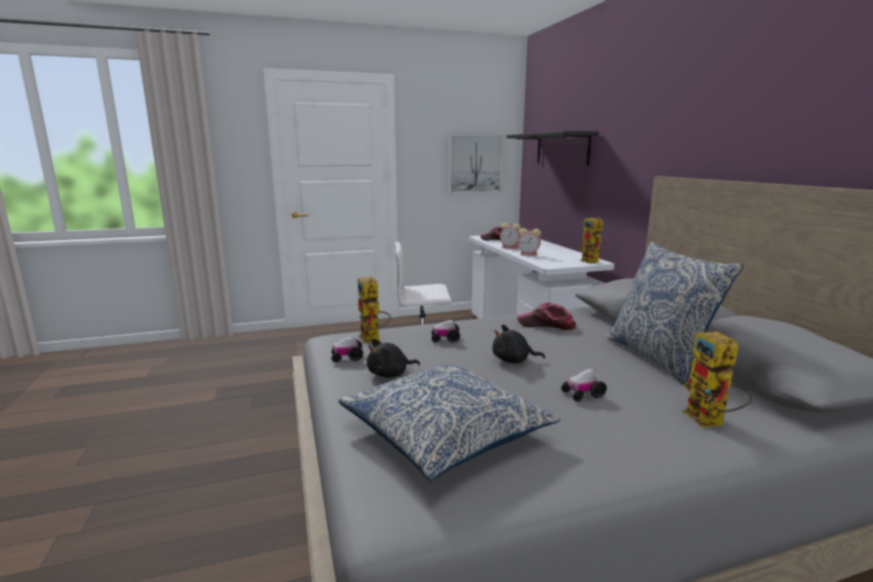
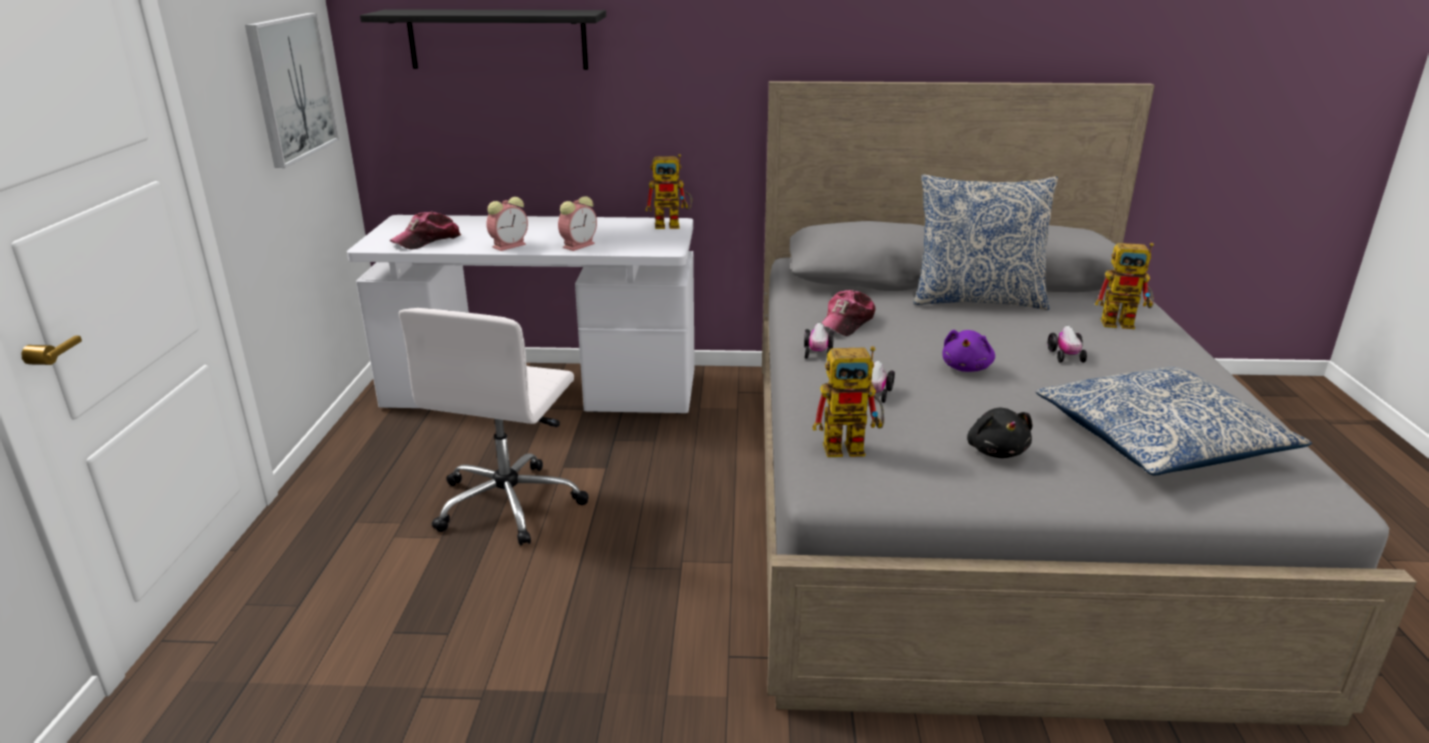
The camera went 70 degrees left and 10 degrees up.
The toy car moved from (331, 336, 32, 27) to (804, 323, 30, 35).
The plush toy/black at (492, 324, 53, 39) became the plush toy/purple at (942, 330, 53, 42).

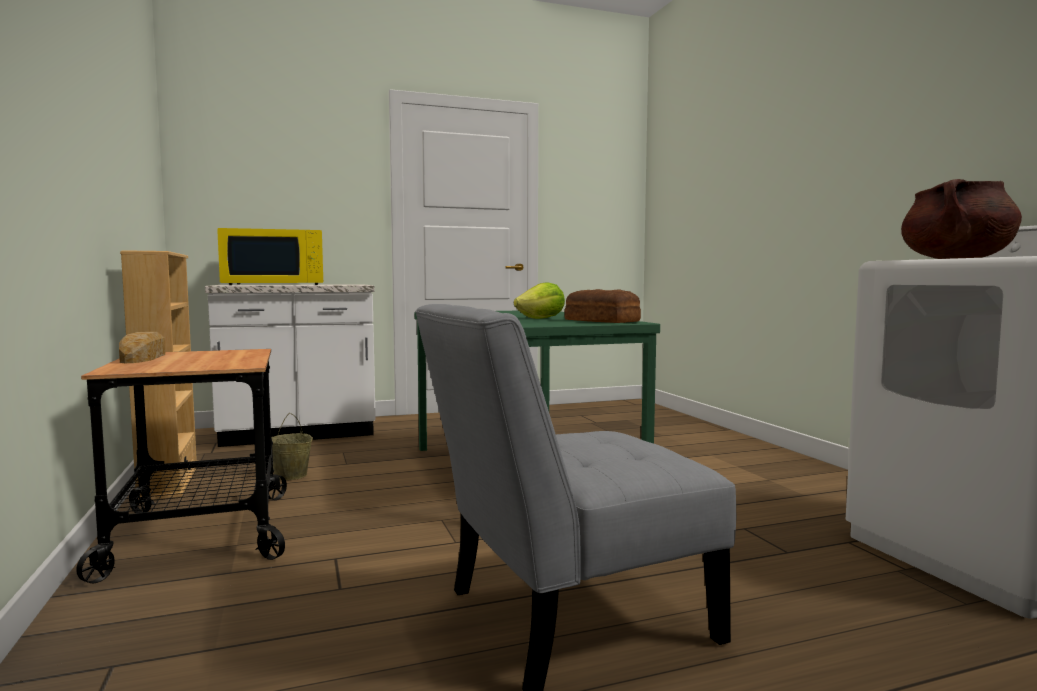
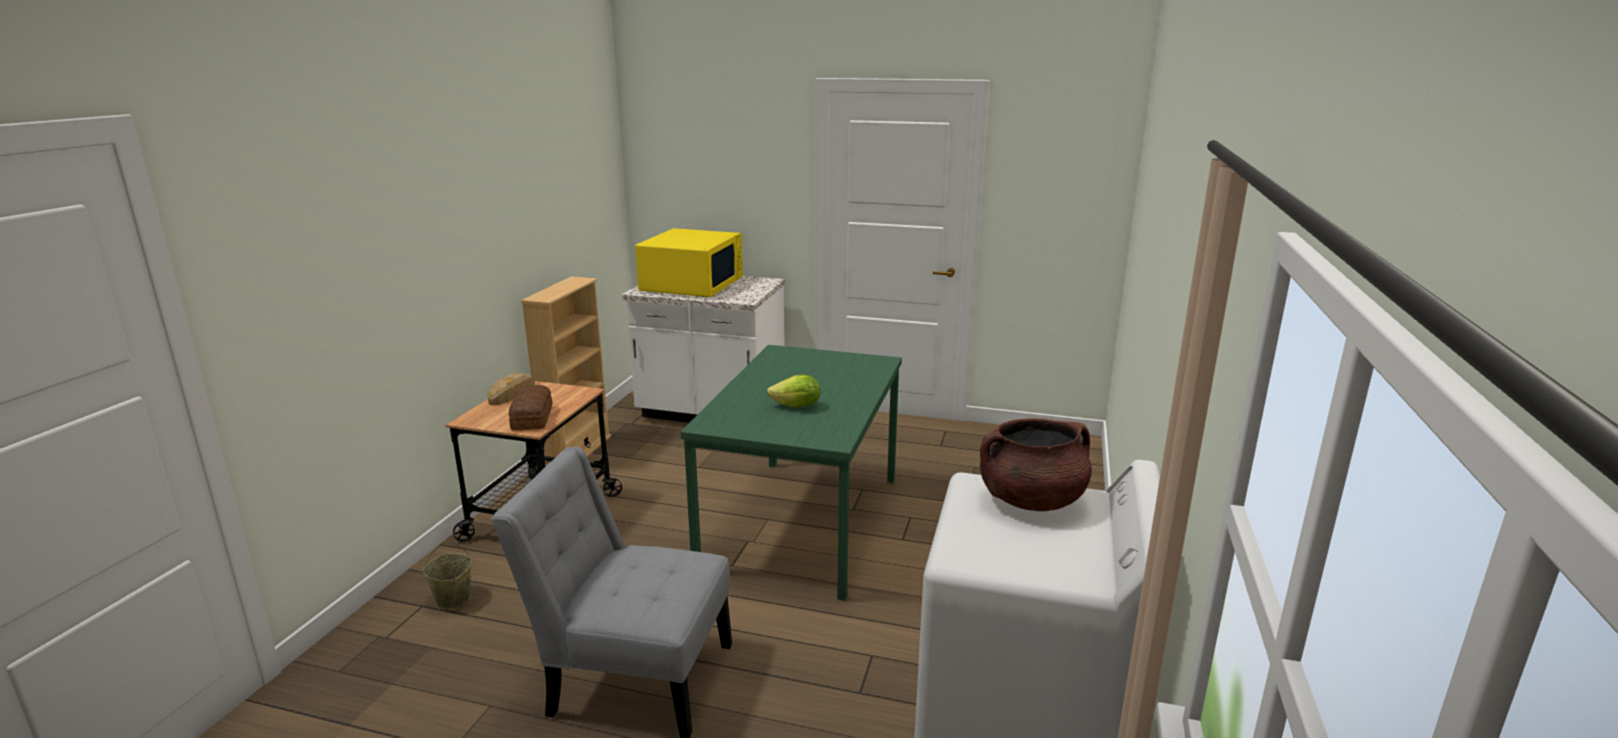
The camera went 35 degrees right and 15 degrees up.
The bucket/beige moved from (271, 413, 42, 67) to (423, 542, 49, 68).
The bread moved from (564, 289, 77, 34) to (509, 385, 44, 45).
The microwave/yellow at (217, 228, 106, 57) turned 90 degrees counterclockwise.

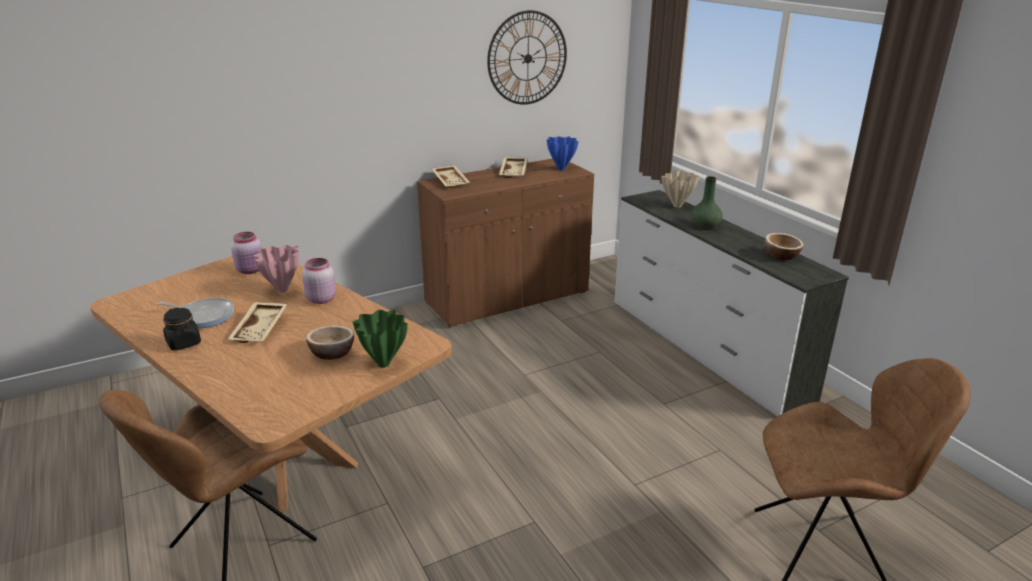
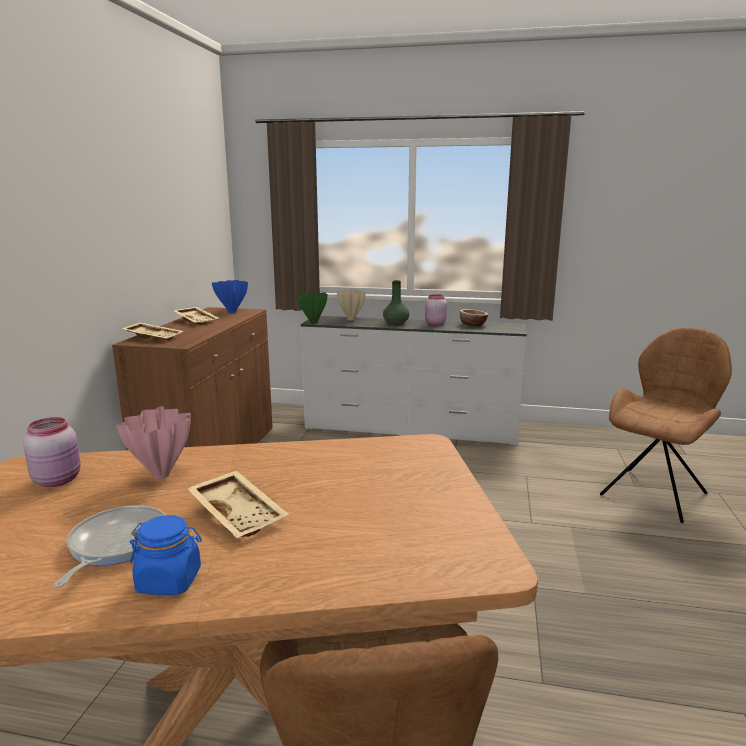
The camera went 50 degrees left and 10 degrees down.
The bowl at (306, 325, 48, 35) disappeared.
The wall clock at (487, 10, 80, 95) disappeared.
The jar/pink moved from (302, 258, 34, 46) to (425, 294, 22, 31).
The vase/green moved from (353, 310, 55, 58) to (297, 292, 31, 31).
The jar/black at (163, 307, 38, 43) became the jar/blue at (130, 515, 72, 80).
The frying pan at (157, 298, 77, 30) turned 45 degrees counterclockwise.

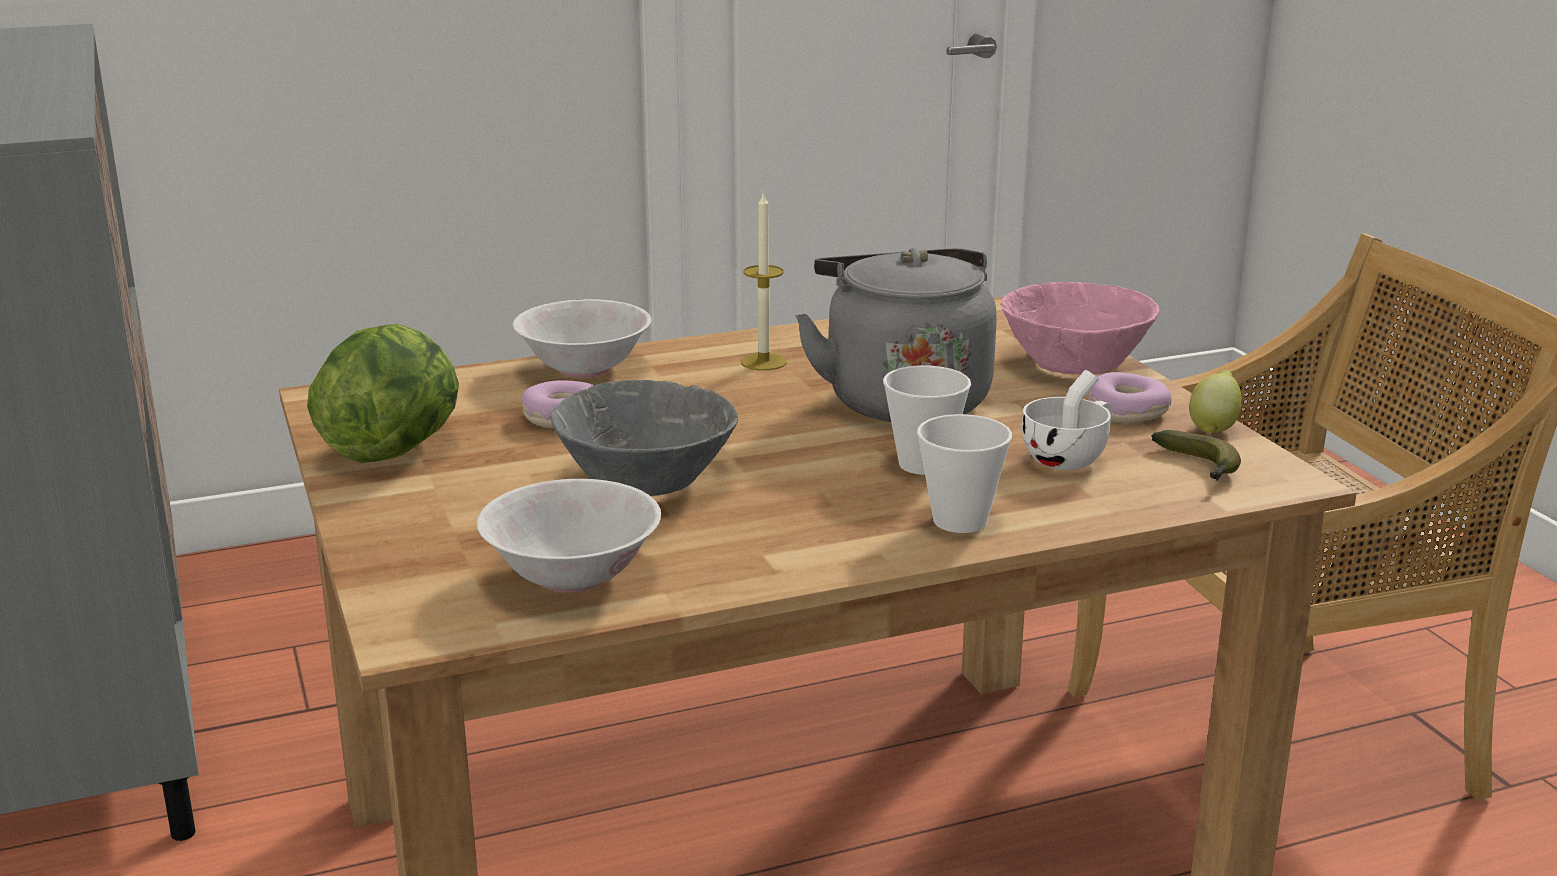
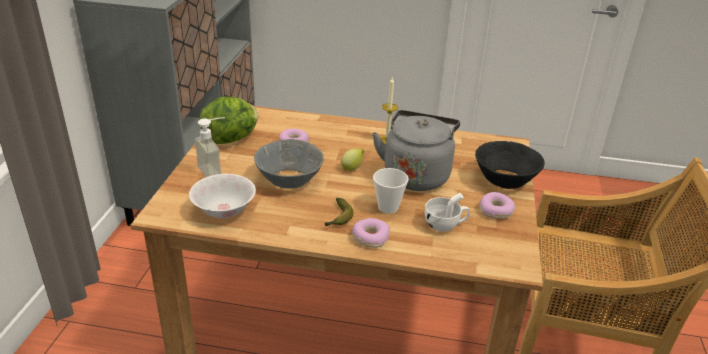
The camera went 30 degrees right and 10 degrees up.
The bowl/white at (513, 299, 138, 79) disappeared.
The soap dispenser at (194, 117, 31, 60) appeared.
The banana moved from (1151, 430, 90, 51) to (325, 198, 28, 28).
The lemon moved from (1189, 370, 53, 65) to (341, 148, 23, 23).
The cup at (917, 414, 95, 119) was replaced by the donut at (352, 218, 38, 30).
The bowl/pink at (1000, 282, 159, 92) became the bowl/black at (475, 141, 70, 48).

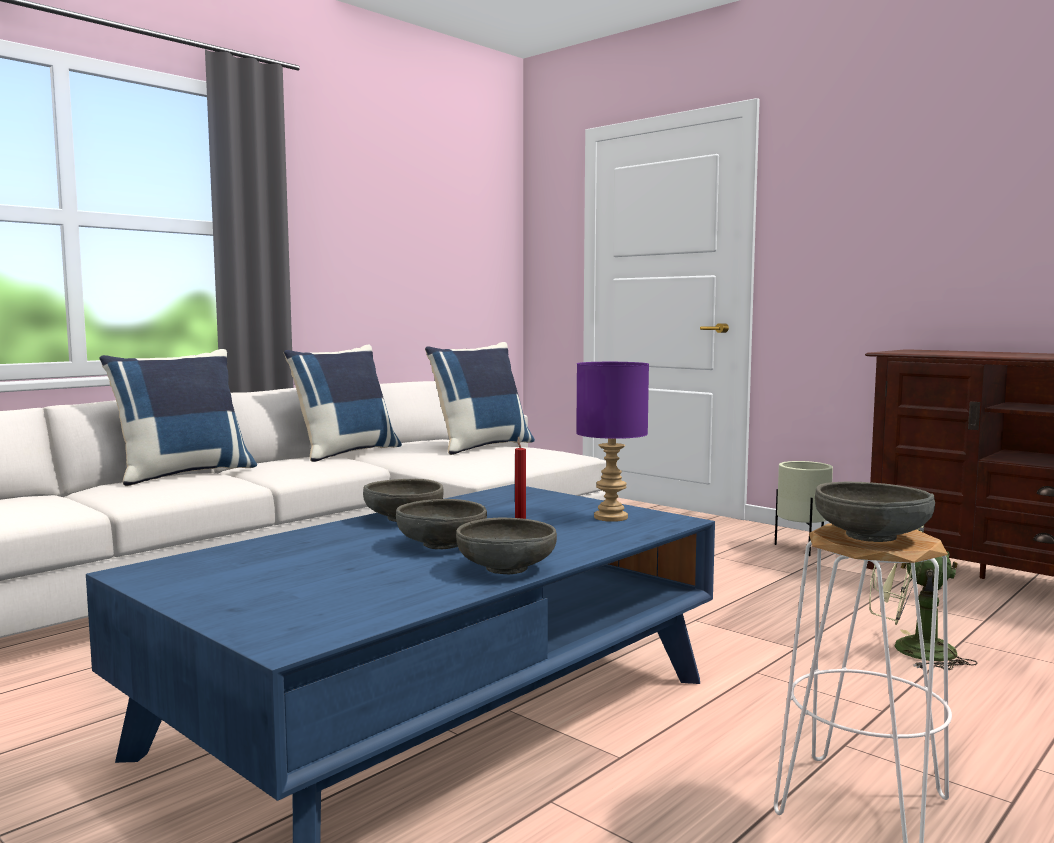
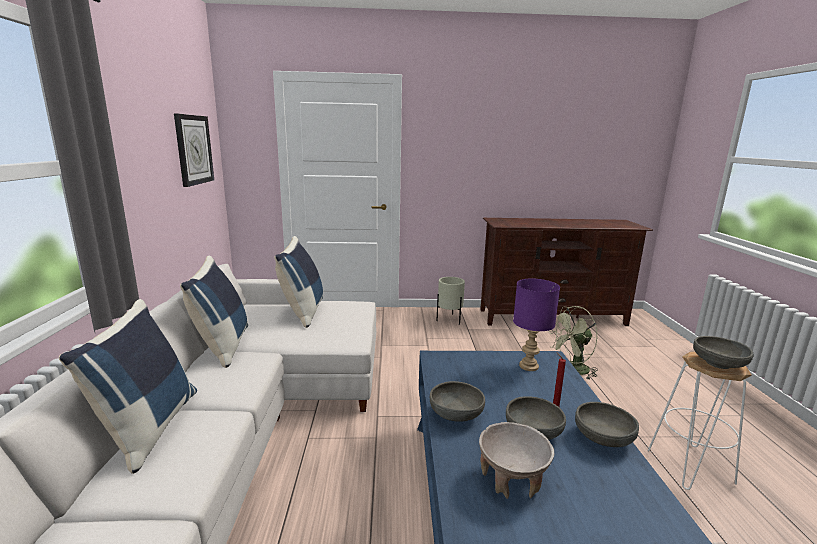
The camera went 45 degrees left and 10 degrees up.
The wall clock at (174, 113, 40, 74) appeared.
The bowl/beige at (479, 422, 75, 77) appeared.

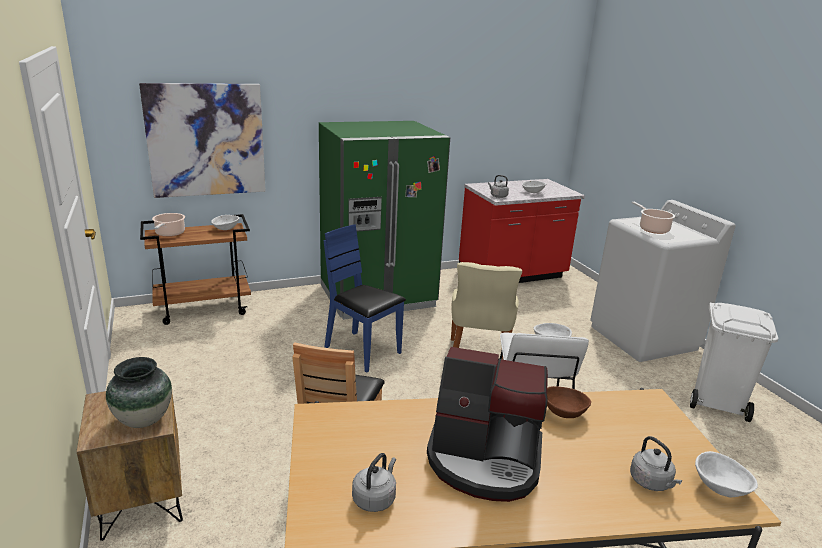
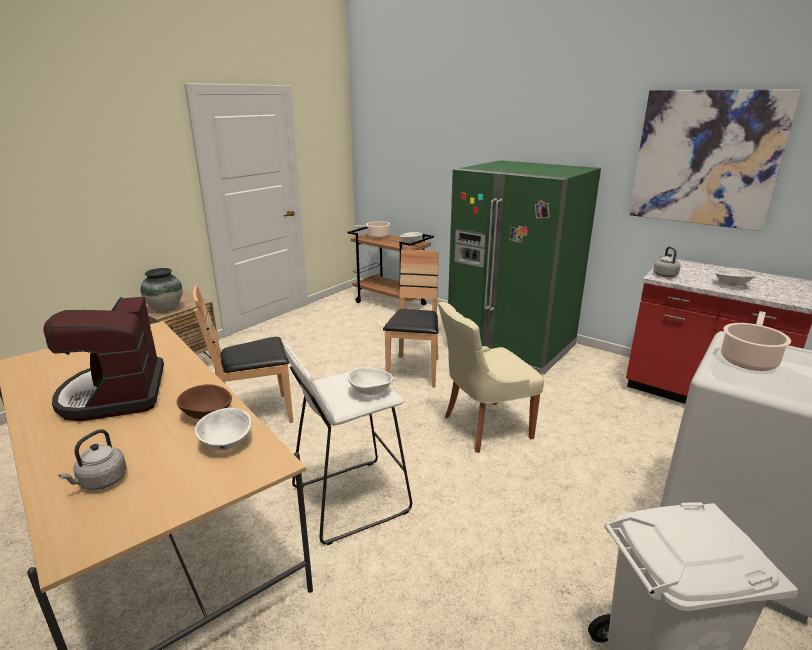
The camera went 60 degrees right and 0 degrees up.
The kettle/grey at (352, 453, 44, 59) disappeared.
The picture moved from (139, 83, 127, 115) to (628, 89, 173, 142).
The bowl/white moved from (695, 451, 63, 46) to (195, 408, 57, 42).
The chair/blue at (324, 224, 82, 148) became the chair/brown at (383, 250, 56, 138).

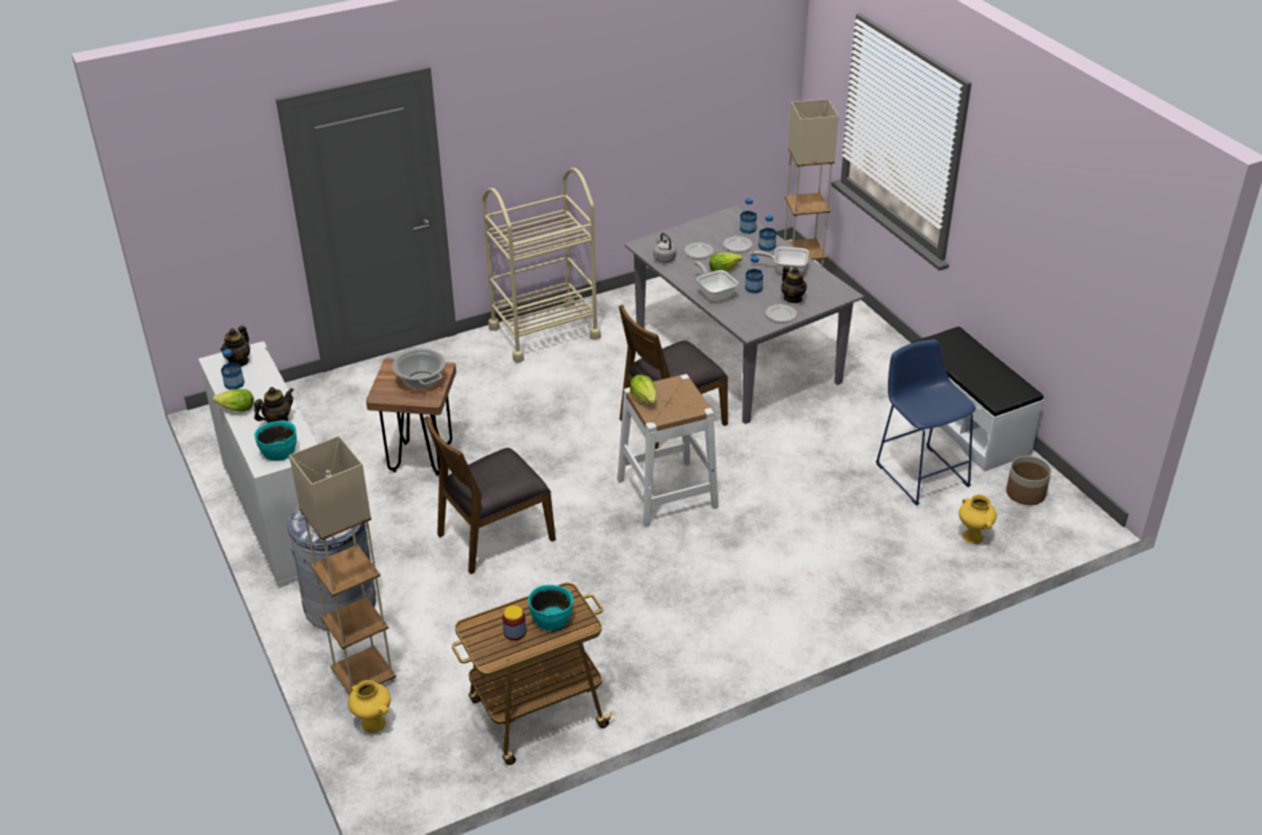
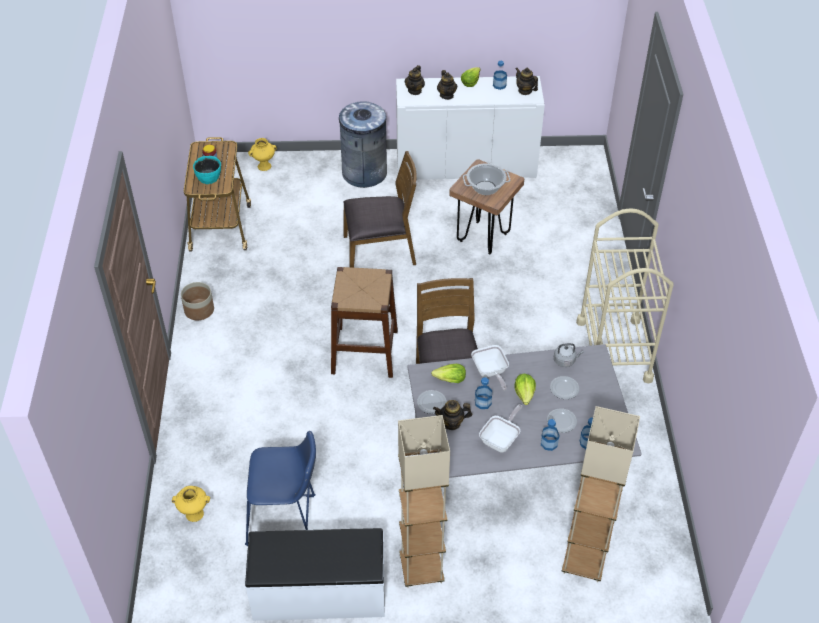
The camera went 115 degrees right and 10 degrees up.
The floor lamp/beige moved from (289, 436, 107, 259) to (398, 415, 52, 173).
The lettuce moved from (630, 375, 27, 29) to (431, 364, 35, 19).
The planter moved from (1006, 456, 45, 49) to (181, 282, 33, 38).
The bowl/turquoise at (254, 420, 43, 41) was replaced by the teapot at (405, 65, 20, 30).
The stool/white at (617, 374, 101, 153) became the stool/brown at (331, 267, 67, 111).
The chair/brown at (424, 415, 132, 159) turned 90 degrees clockwise.
The frying pan at (694, 261, 44, 40) turned 75 degrees clockwise.

